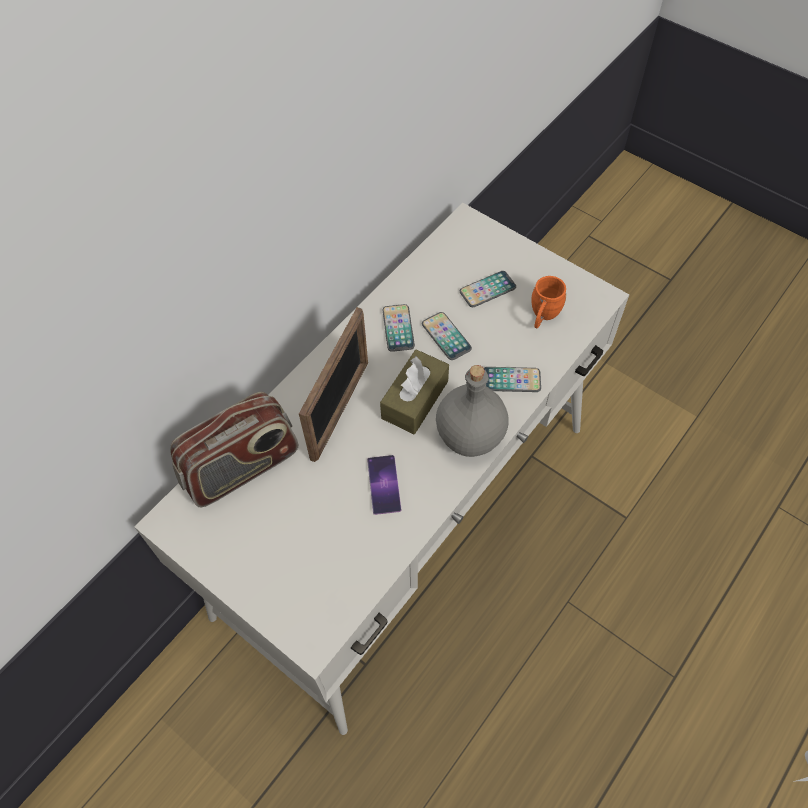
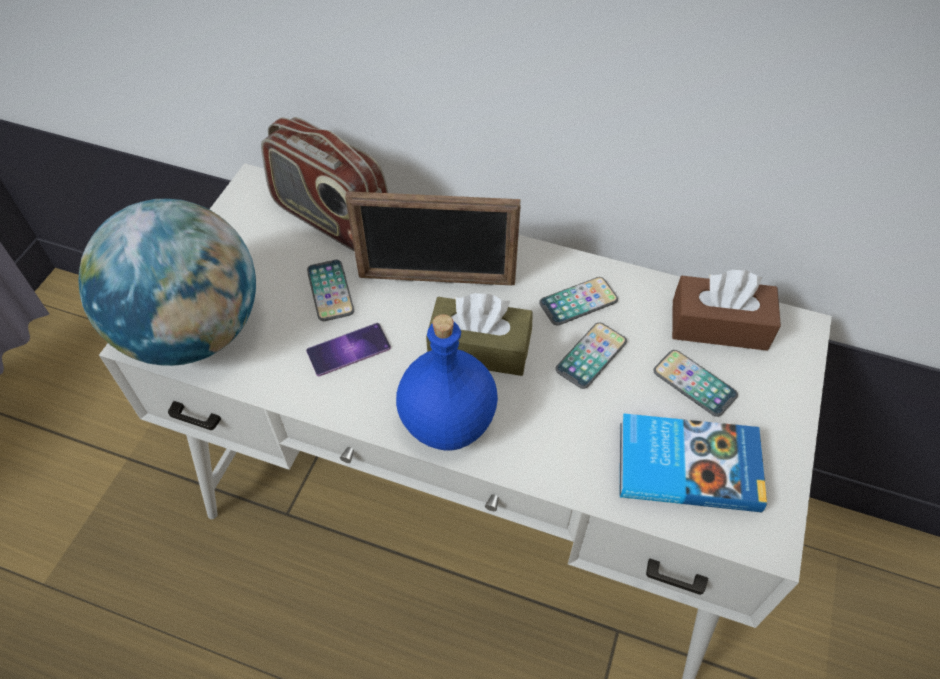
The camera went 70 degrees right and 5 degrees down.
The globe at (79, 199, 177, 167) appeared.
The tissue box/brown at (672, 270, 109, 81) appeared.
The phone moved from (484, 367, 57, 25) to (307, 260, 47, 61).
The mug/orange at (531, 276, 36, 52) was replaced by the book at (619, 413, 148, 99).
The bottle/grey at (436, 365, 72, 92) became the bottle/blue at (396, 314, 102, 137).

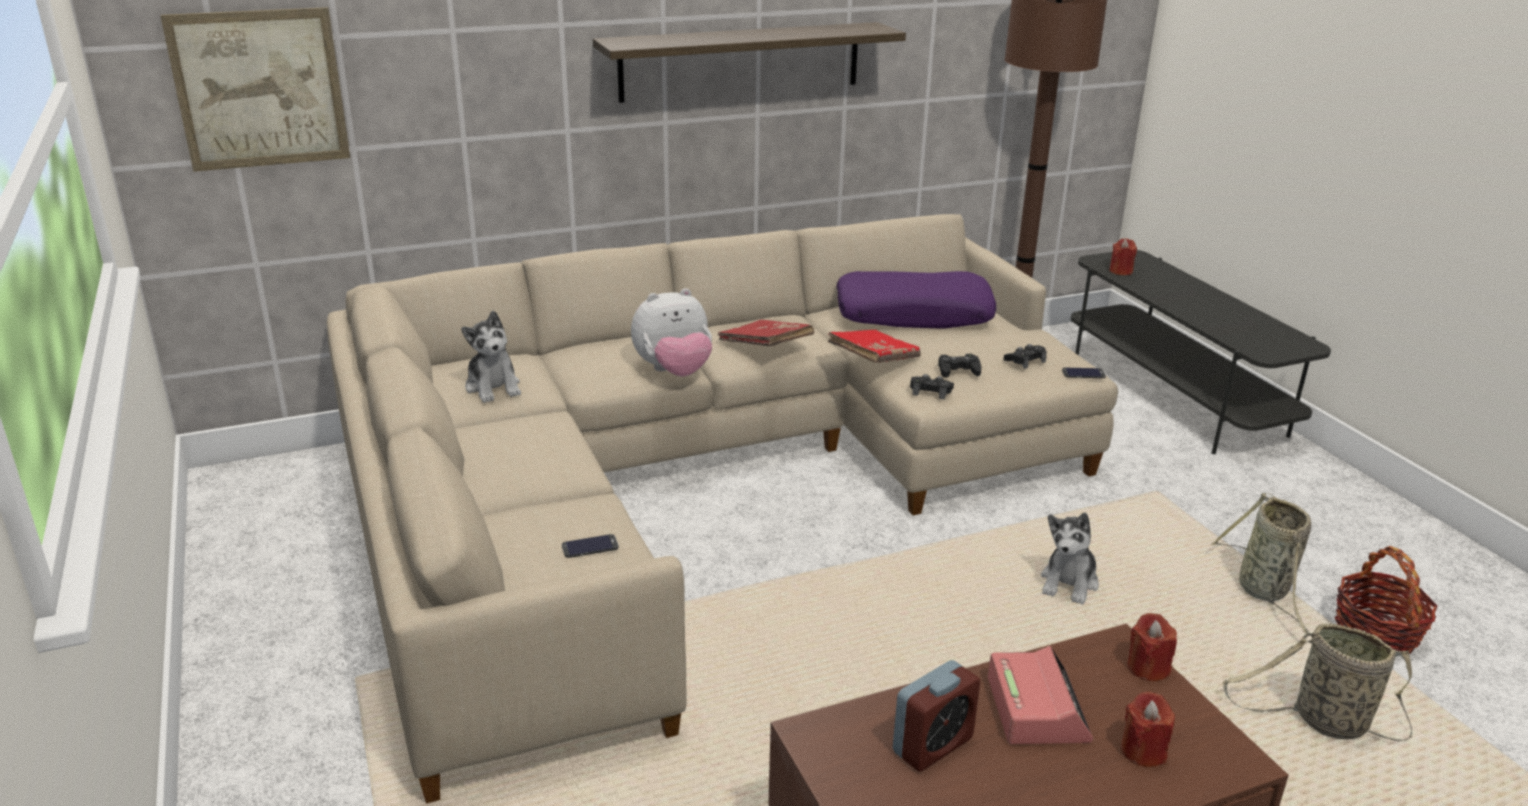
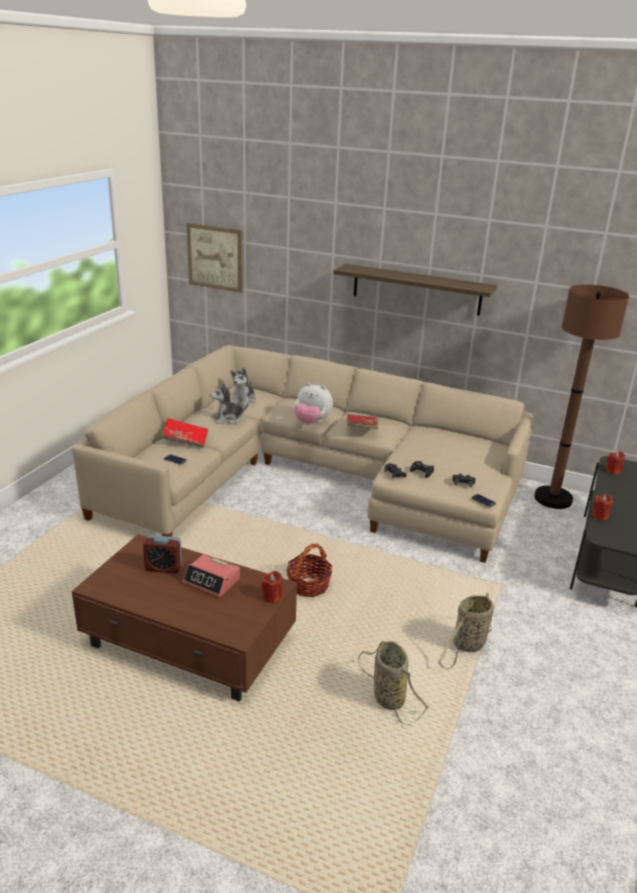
The camera went 45 degrees right and 0 degrees up.
The pillow/purple at (836, 271, 160, 58) disappeared.
The book/red moved from (828, 330, 93, 33) to (162, 418, 46, 30).
The plush toy moved from (1041, 512, 58, 92) to (210, 384, 38, 40).
The candle/red moved from (1121, 692, 54, 75) to (592, 494, 21, 27).
The basket moved from (1335, 546, 102, 108) to (286, 543, 46, 54).
The alarm clock at (988, 646, 105, 98) turned 75 degrees clockwise.

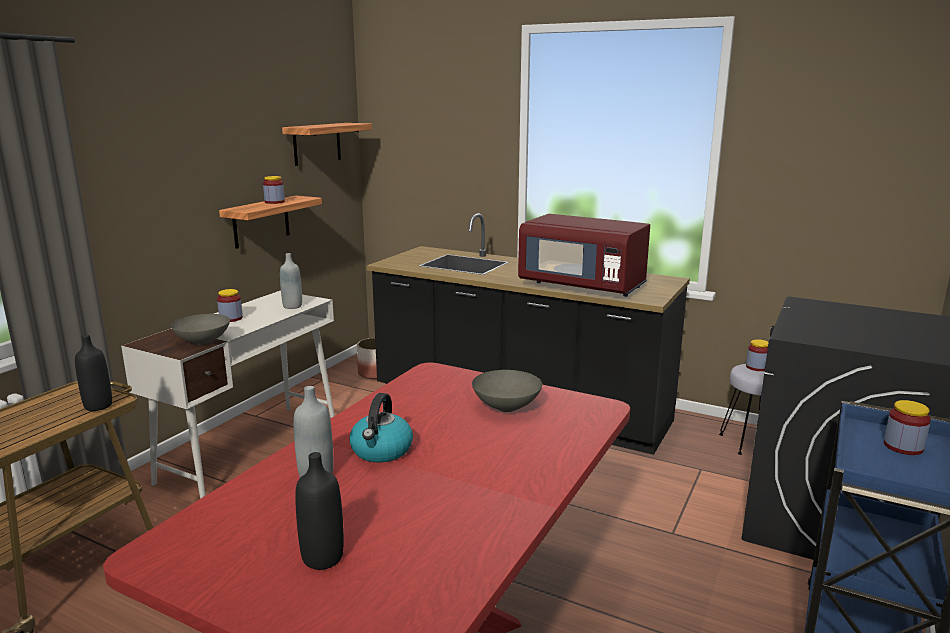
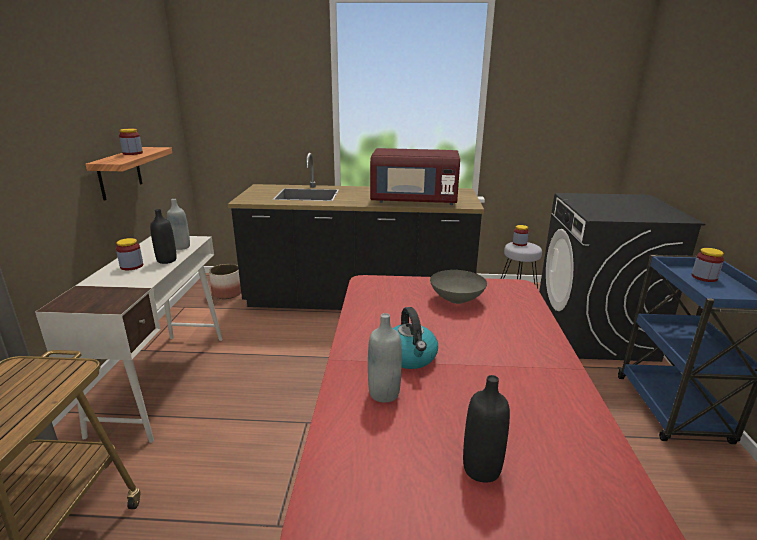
The camera went 25 degrees left and 5 degrees up.
The bowl/grey at (171, 314, 59, 31) disappeared.
The shelf at (282, 123, 90, 43) disappeared.
The bottle/black moved from (75, 335, 37, 76) to (150, 209, 27, 55).

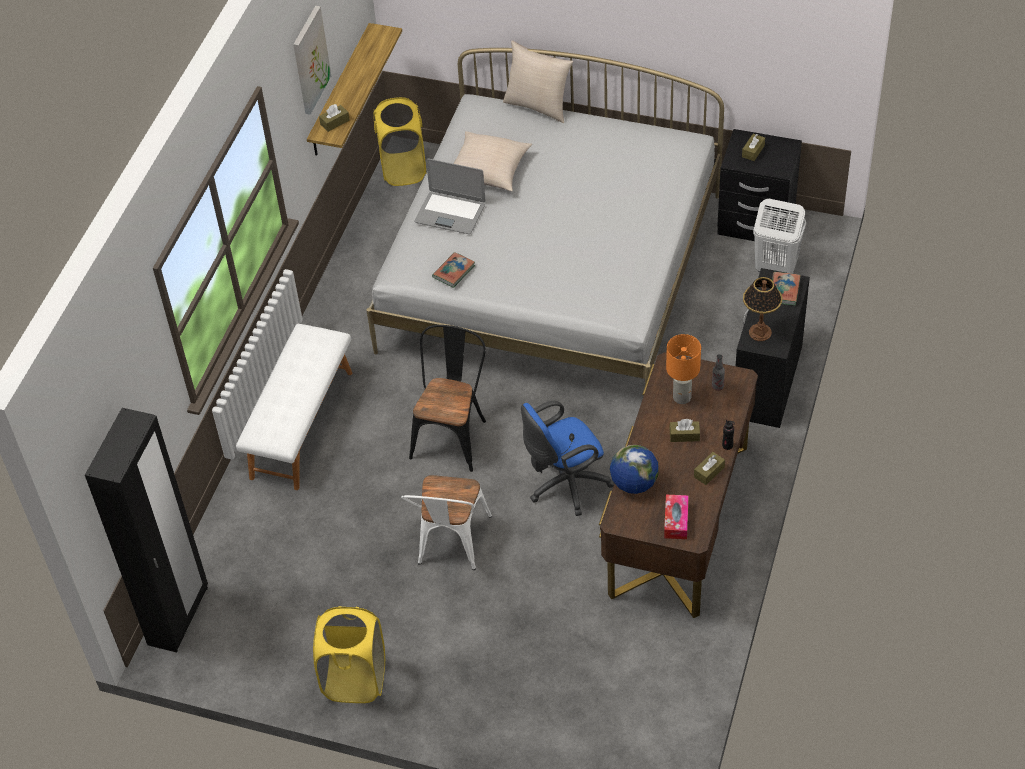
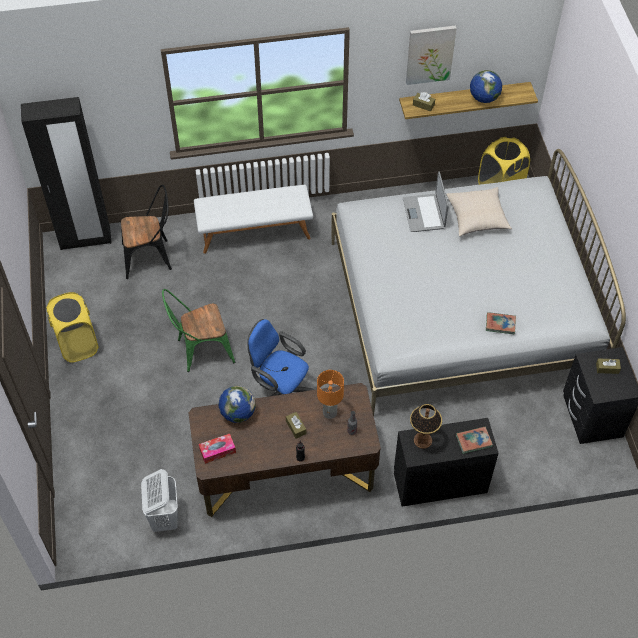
The camera went 60 degrees right and 5 degrees up.
The pillow/beige at (503, 40, 70, 84) disappeared.
The tissue box/brown at (694, 452, 31, 33) disappeared.
The globe at (470, 70, 32, 33) appeared.
The chair/black moved from (409, 325, 77, 147) to (121, 185, 51, 94).
The book moved from (432, 252, 43, 36) to (486, 312, 30, 22).
The laundry basket/white moved from (753, 199, 53, 75) to (141, 469, 37, 63).
The chair/white at (401, 475, 91, 95) became the chair/green at (162, 289, 73, 83).

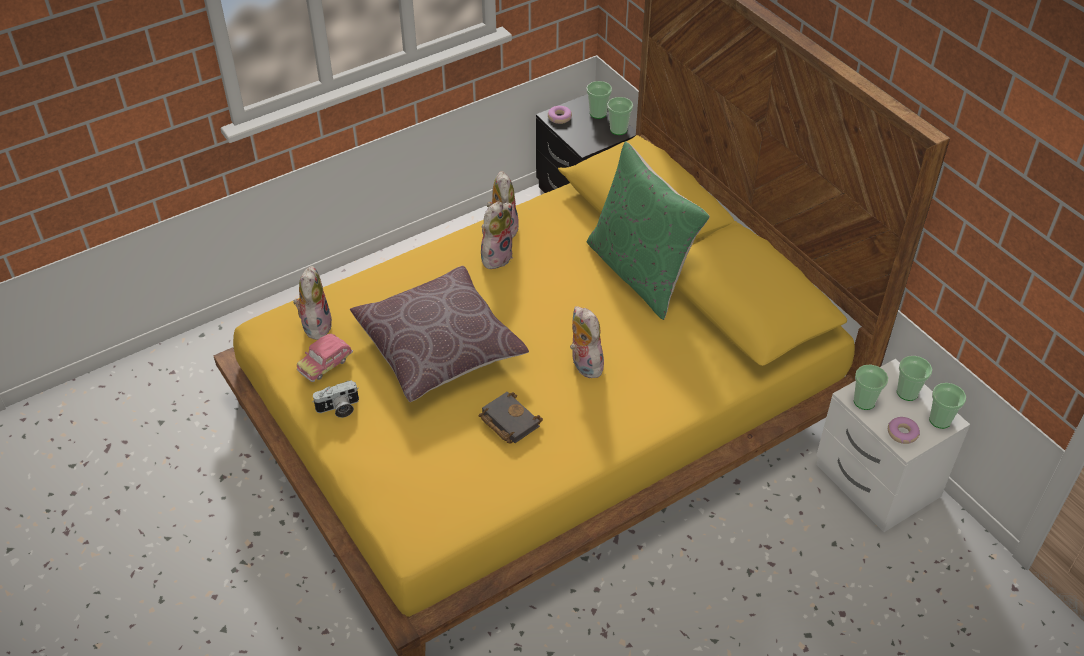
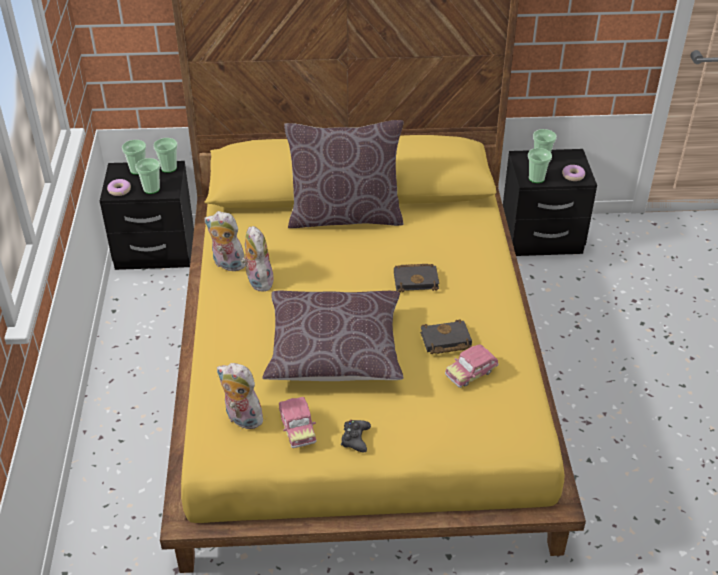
The camera went 60 degrees left and 5 degrees down.
The toy car at (445, 345, 54, 43) appeared.
The cup moved from (929, 383, 37, 46) to (135, 158, 25, 36).
The photo camera at (312, 380, 47, 38) was replaced by the game controller/black at (341, 420, 30, 32).
The plush toy at (570, 306, 34, 72) was replaced by the book/black at (394, 264, 45, 28).
The pillow/green at (587, 141, 123, 179) became the pillow/brown at (284, 120, 119, 108).
The nightstand/white at (816, 359, 154, 173) became the nightstand/black at (503, 149, 94, 107).

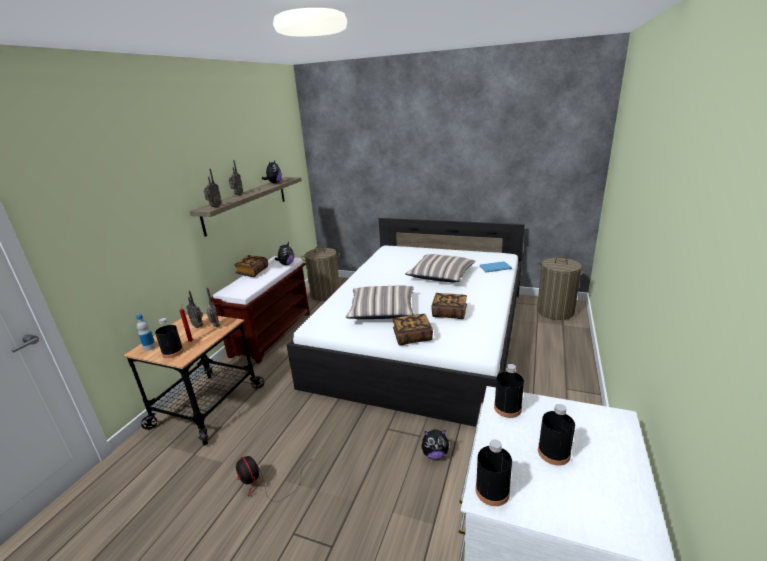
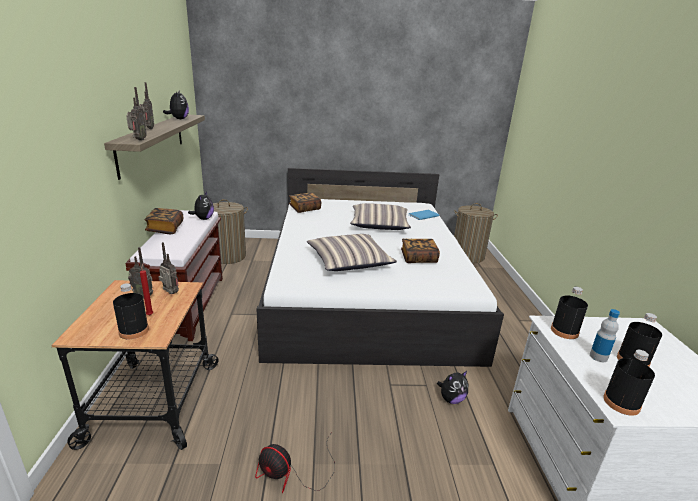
The camera went 25 degrees left and 0 degrees up.
The bottle moved from (136, 314, 20, 37) to (590, 309, 30, 53).
The book moved from (392, 314, 41, 31) to (289, 193, 32, 20).

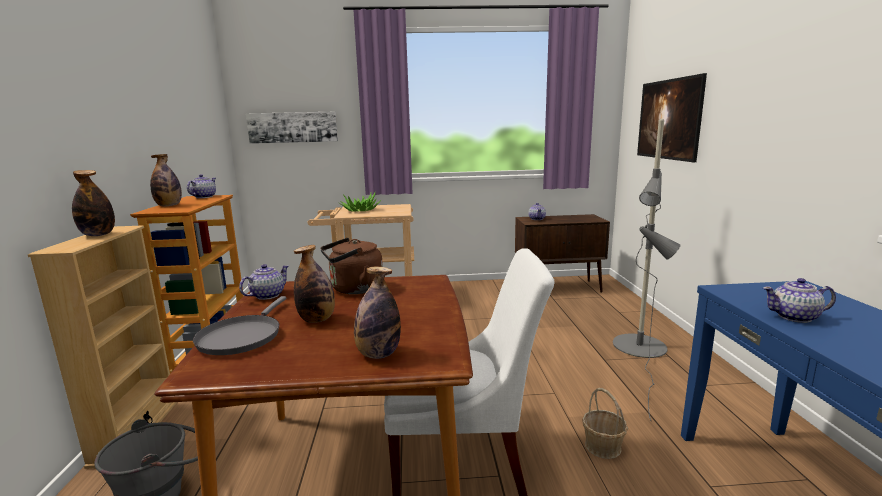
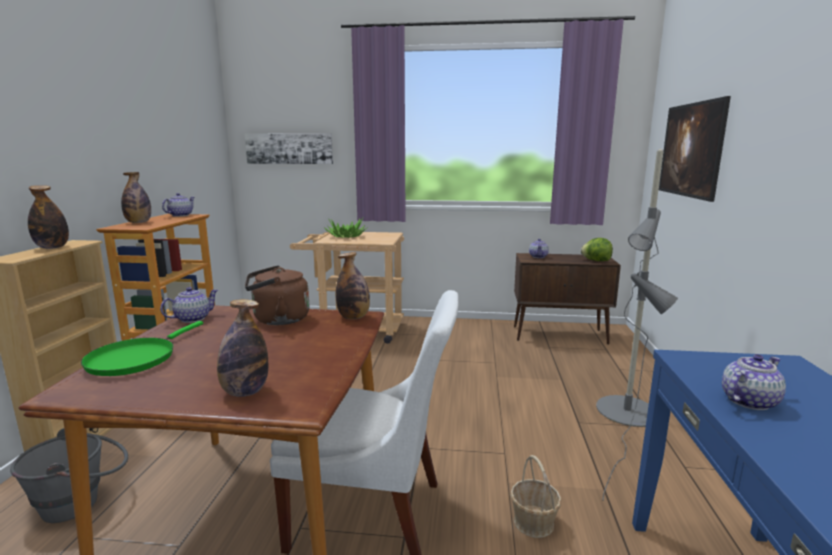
The camera went 10 degrees right and 0 degrees up.
The lettuce at (581, 238, 32, 23) appeared.
The bottle moved from (294, 245, 41, 78) to (336, 252, 34, 68).
The frying pan/grey at (193, 296, 94, 59) became the frying pan/green at (81, 321, 122, 55).
The teapot at (763, 278, 73, 45) turned 135 degrees clockwise.

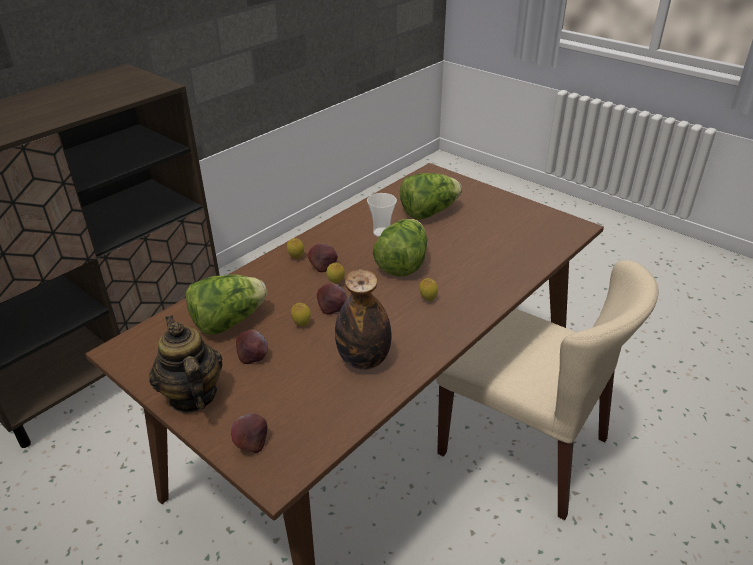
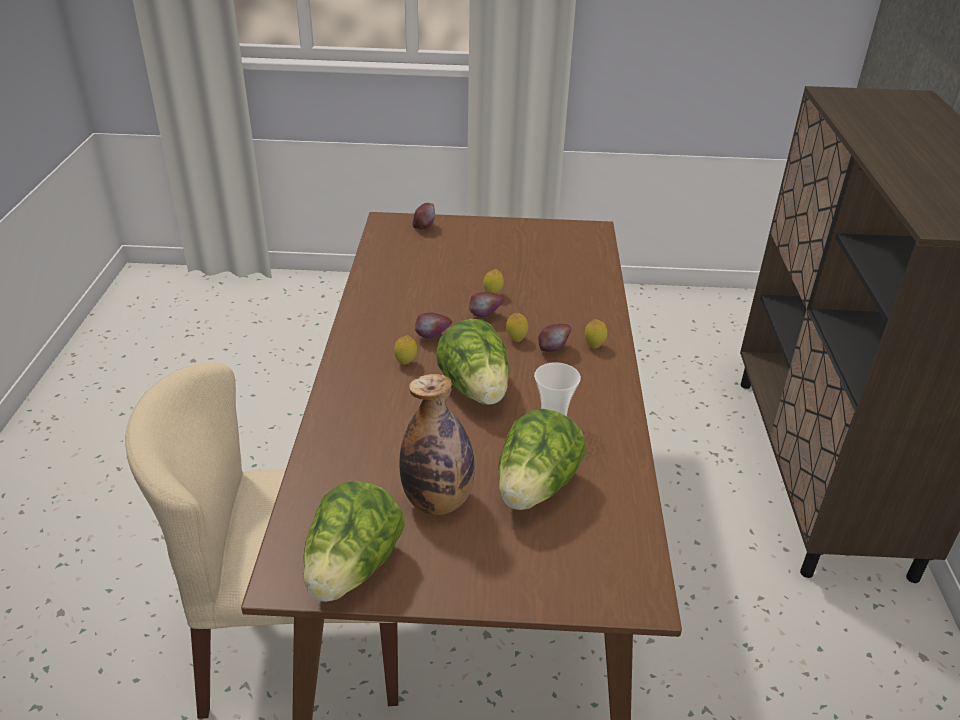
The camera went 140 degrees right and 0 degrees up.
The teapot at (149, 315, 74, 98) disappeared.
The lettuce moved from (186, 275, 81, 60) to (303, 481, 102, 121).
The apple moved from (236, 329, 32, 35) to (415, 313, 38, 25).
The bottle moved from (335, 270, 57, 100) to (400, 374, 75, 141).

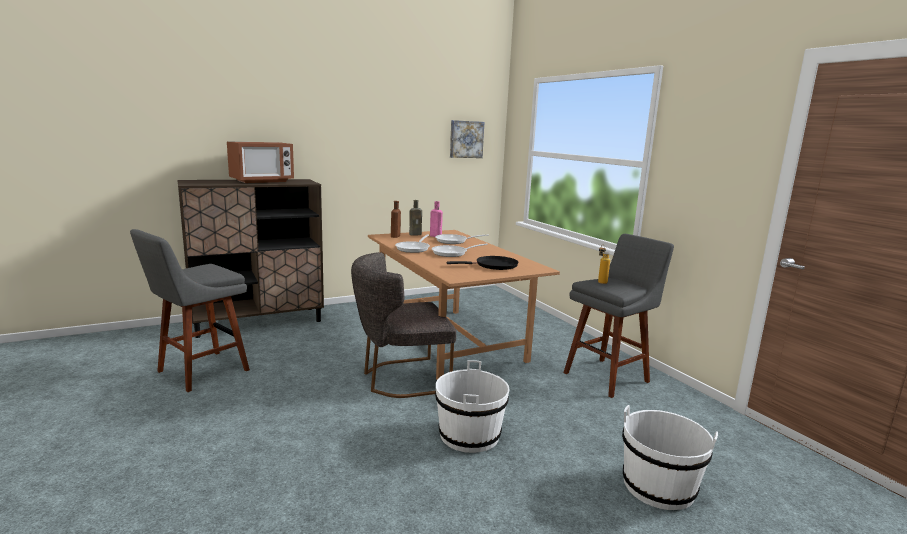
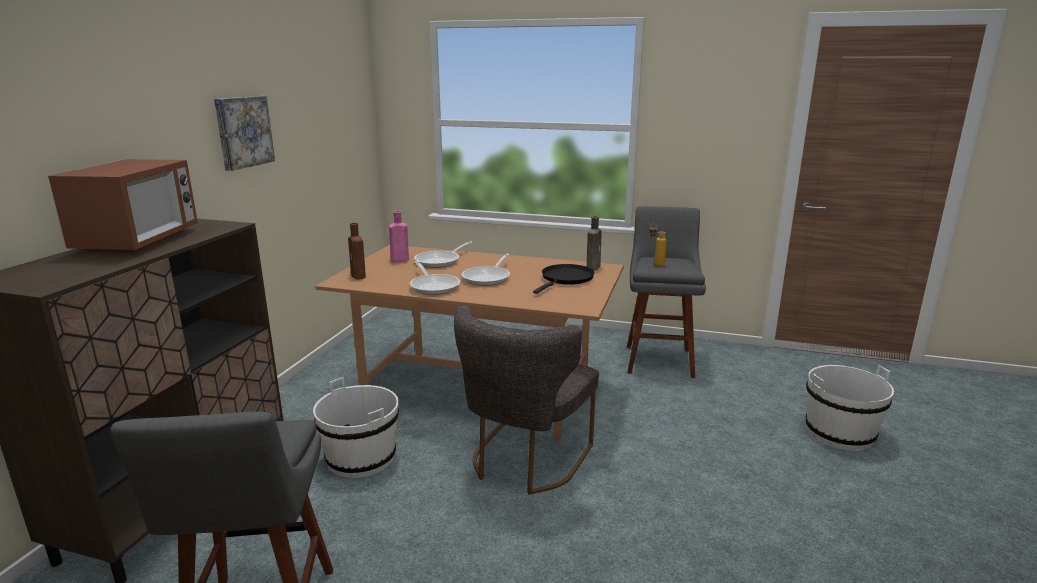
The camera went 45 degrees left and 5 degrees up.
The bottle/brown moved from (409, 200, 13, 36) to (587, 216, 15, 55).
The bucket/white moved from (435, 360, 74, 93) to (313, 377, 86, 101).
The picture moved from (450, 120, 34, 38) to (214, 96, 61, 75).

